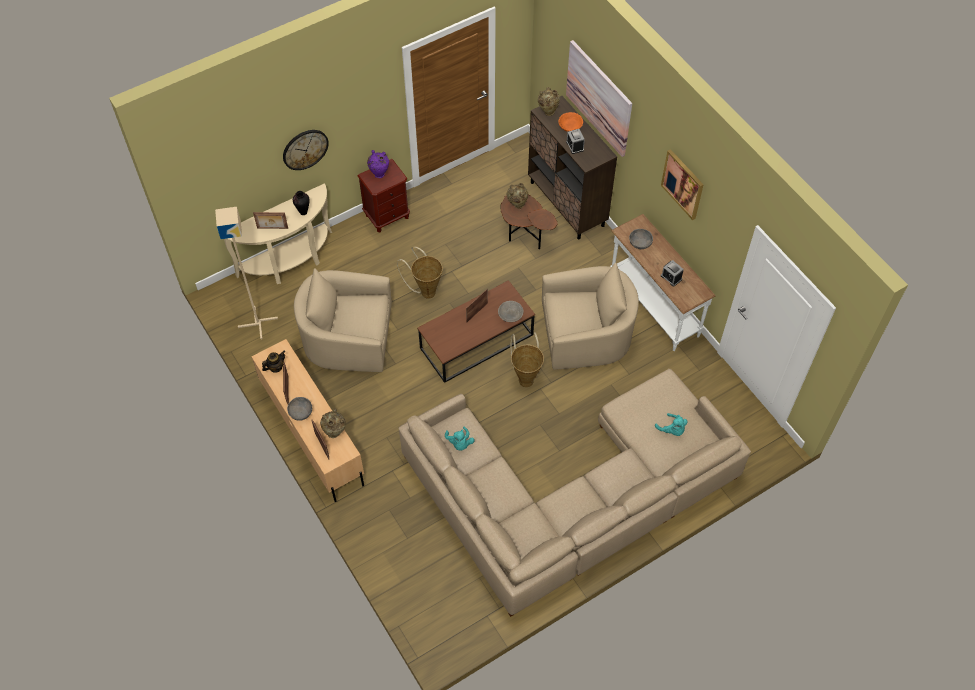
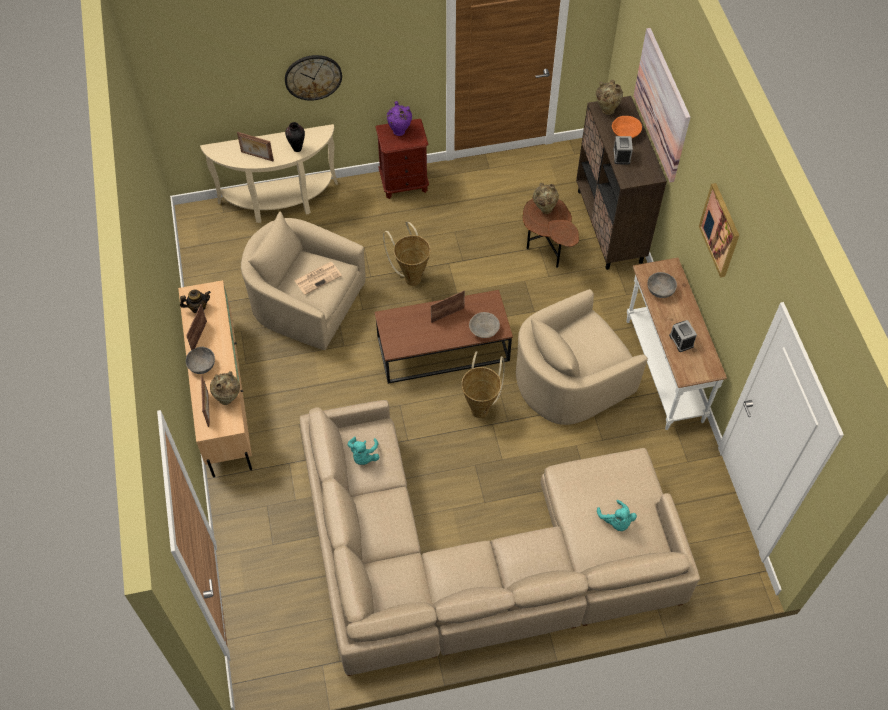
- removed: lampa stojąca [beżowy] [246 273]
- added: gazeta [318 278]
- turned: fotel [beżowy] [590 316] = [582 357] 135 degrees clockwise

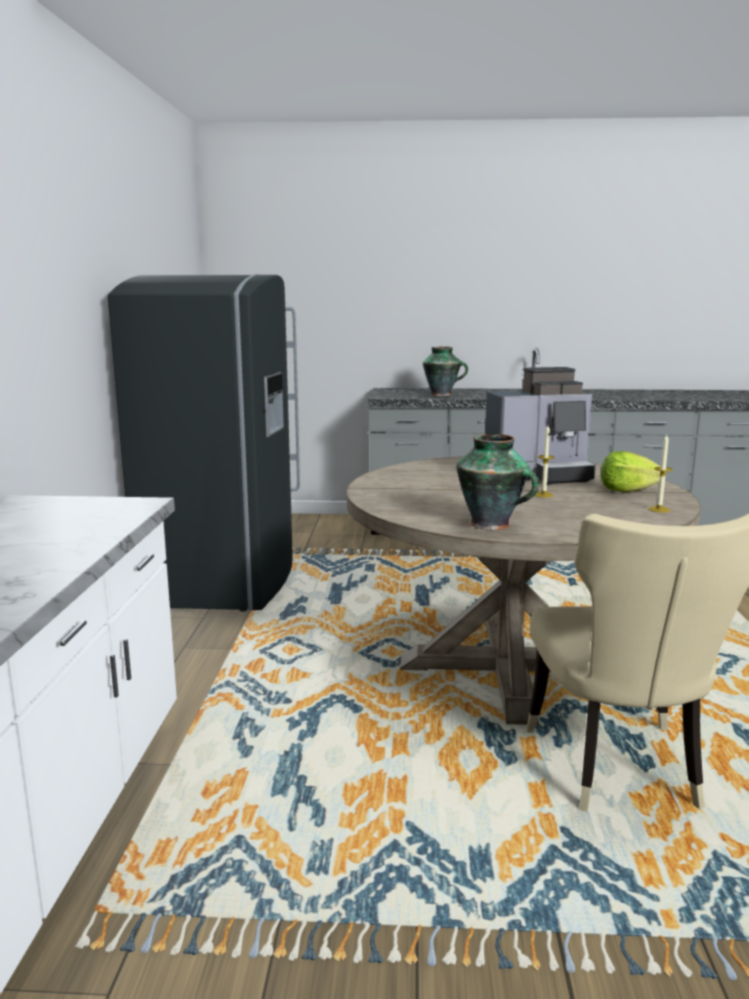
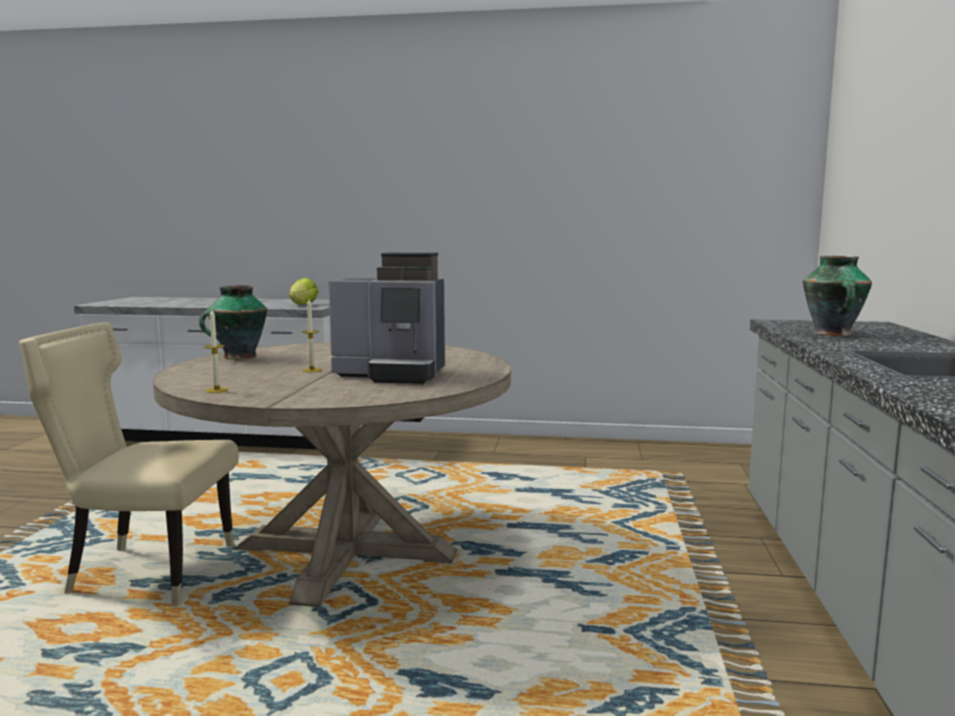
- removed: lodówka [szary] [204 443]
- moved: sałata [631 471] to [304 291]
- turned: ekspres do kawy [540 425] = [386 318] 75 degrees counterclockwise

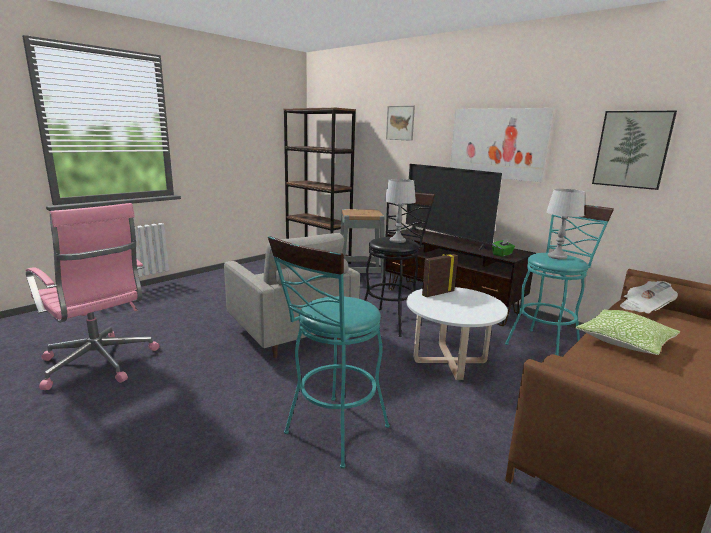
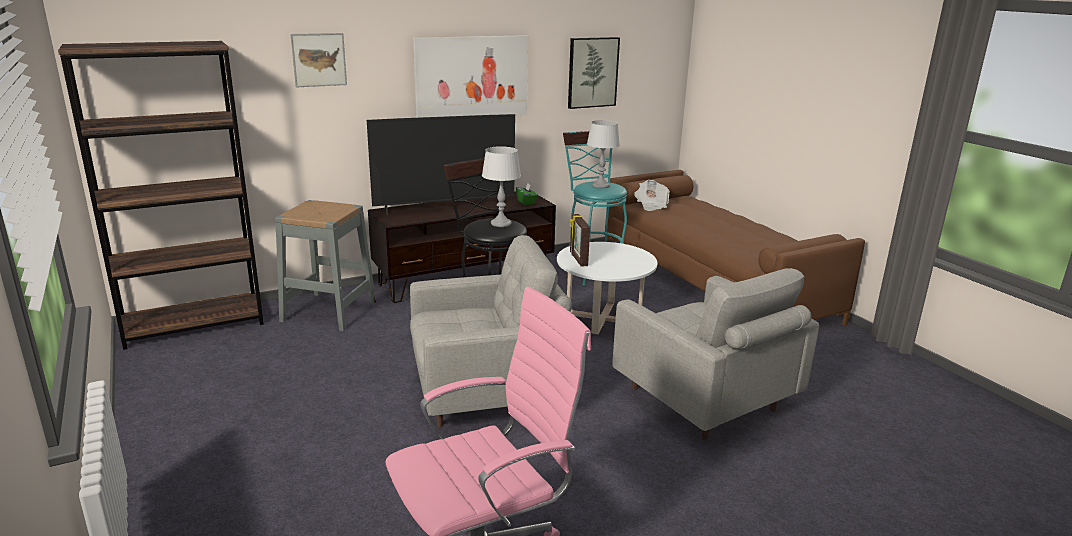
- removed: poduszka [628 332]
- replaced: stołek [turkusowy] [329 352] to fotel [szary] [715 354]

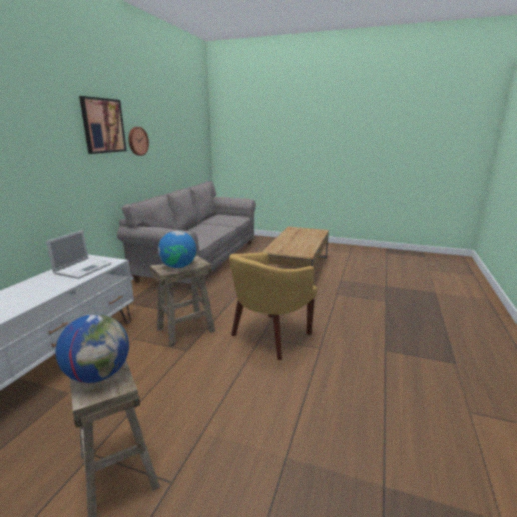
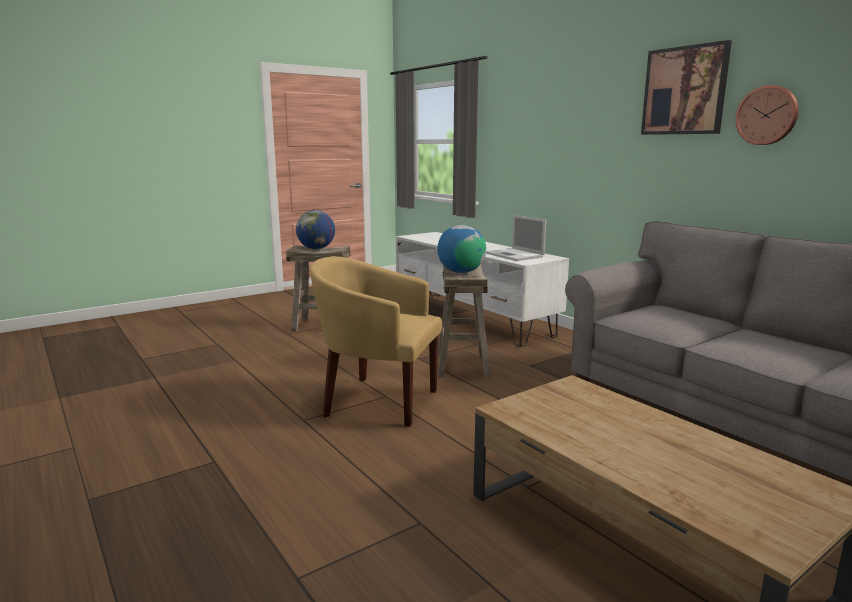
- turned: fotel [żółty] [273 306] = [376 341] 60 degrees counterclockwise

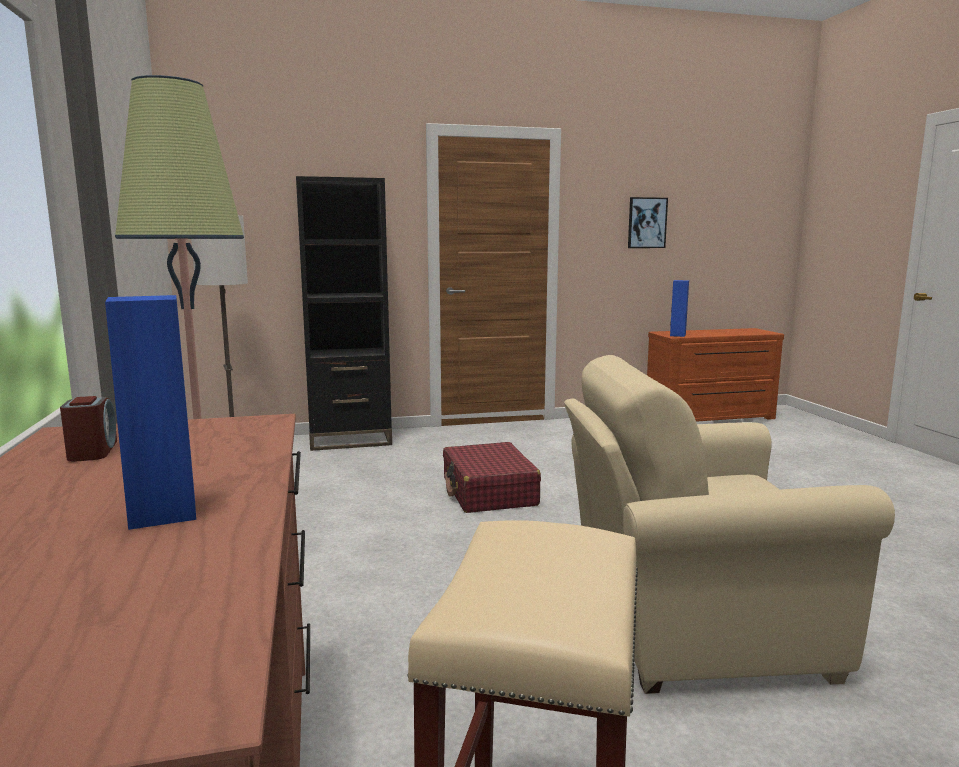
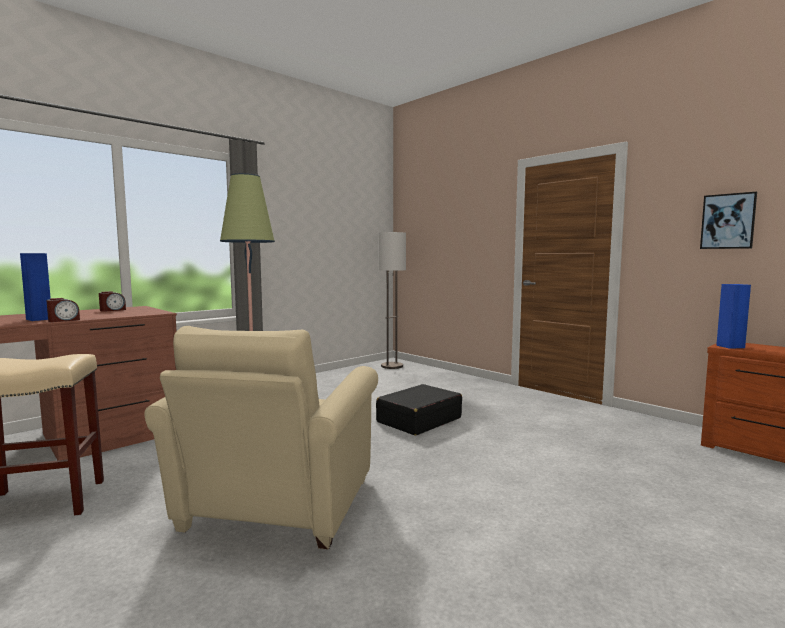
- removed: regał [czarny] [344 313]
- added: budzik [63 310]
- recoloured: walizka [czerwony] [492 477] to walizka [czarny] [419 410]
- turned: fotel [beżowy] [729 524] = [261 438] 135 degrees counterclockwise

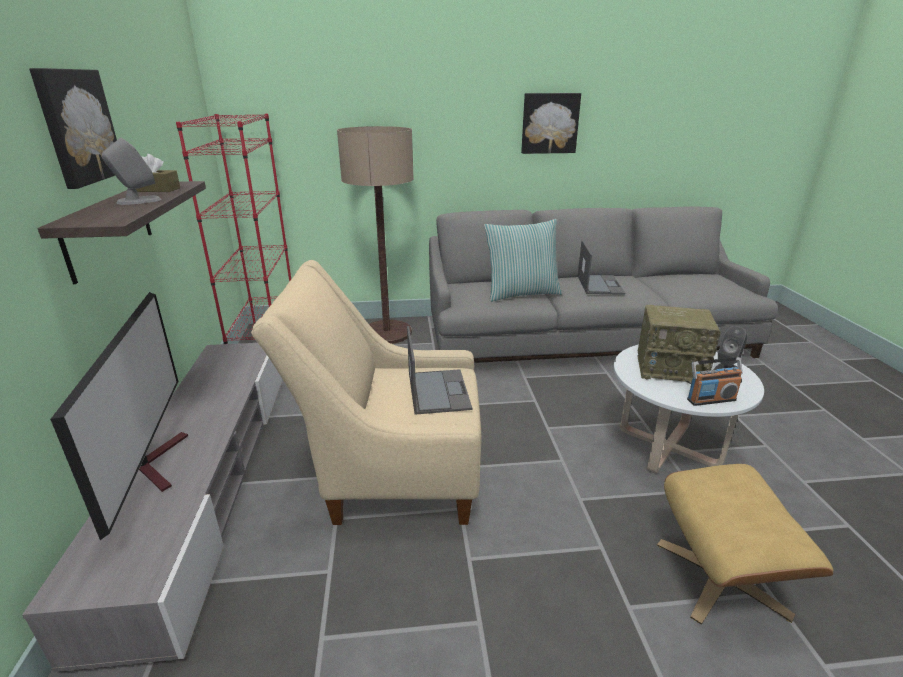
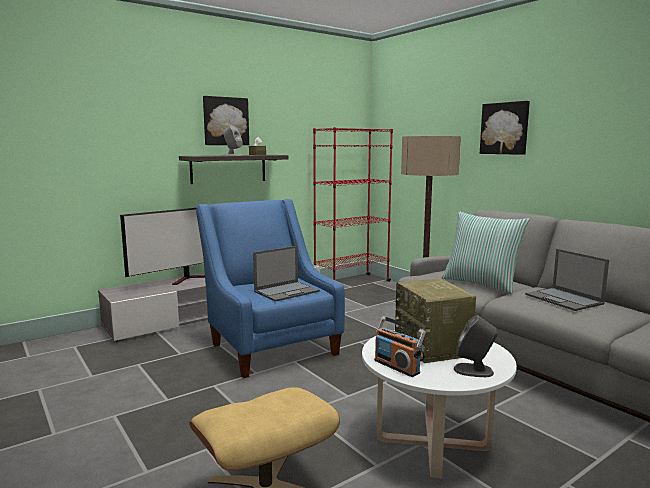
- moved: obraz [551 123] to [505 128]
- recoloured: fotel [beżowy] [366 392] to fotel [niebieski] [270 288]
- turned: laptop [601 267] = [567 280] 90 degrees clockwise

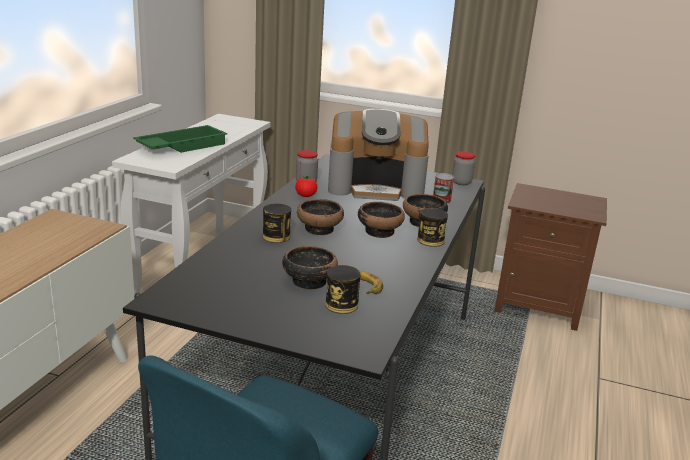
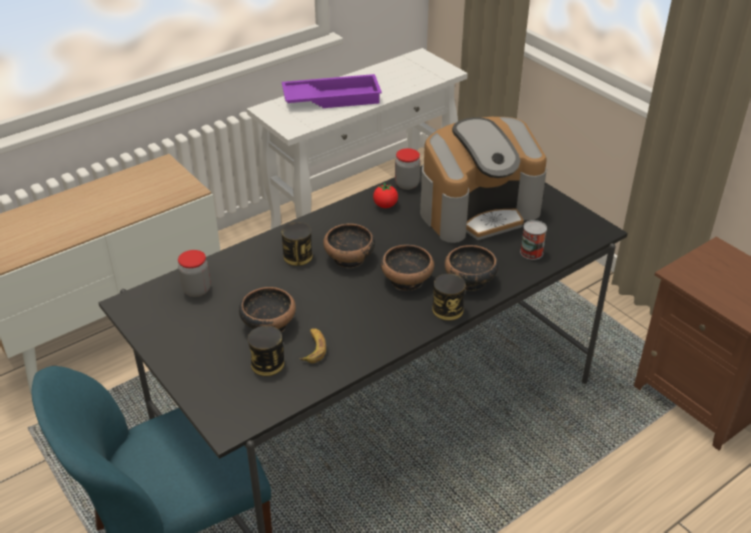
- moved: słoik [463 168] to [194 273]
- recoloured: taca [zielony] [180 139] to taca [fioletowy] [332 91]
- turned: ekspres do kawy [378 155] = [483 180] 60 degrees counterclockwise

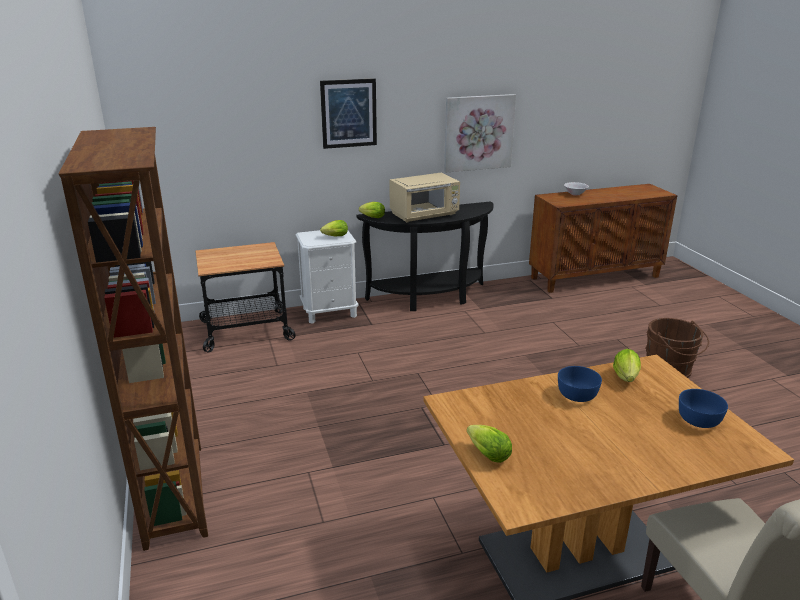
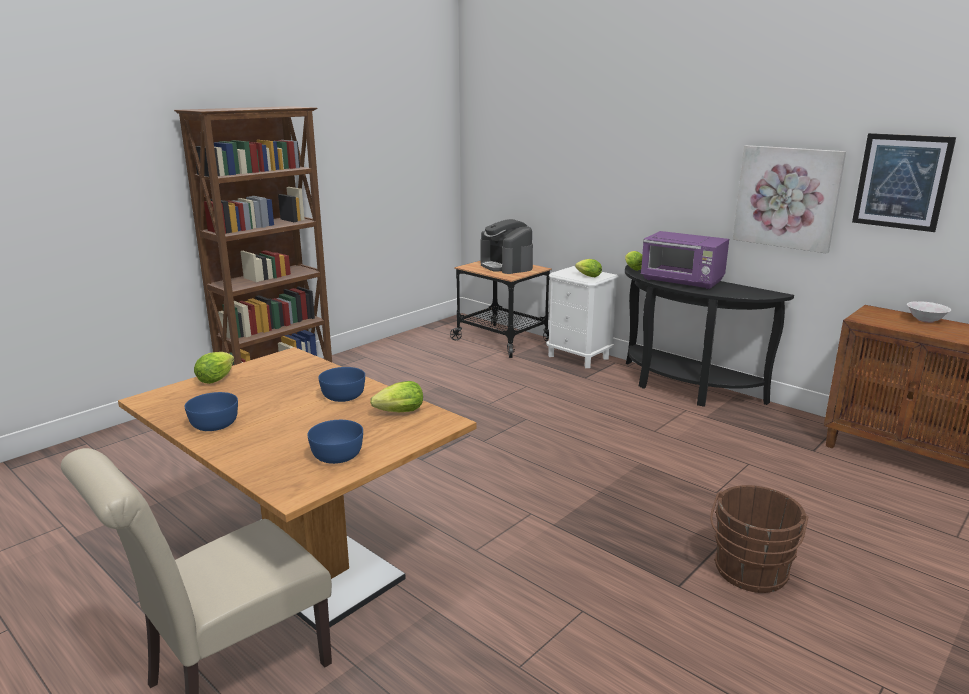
- added: miska [niebieski] [211 411]
- added: ekspres do kawy [507 246]
- moved: obraz [348 113] to [904 182]
- recoloured: mikrofalówka [beżowy] [425 198] to mikrofalówka [fioletowy] [685 260]

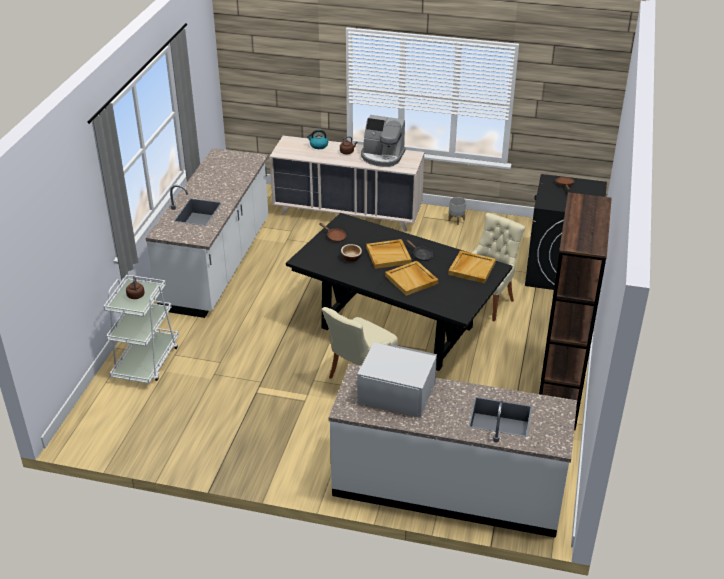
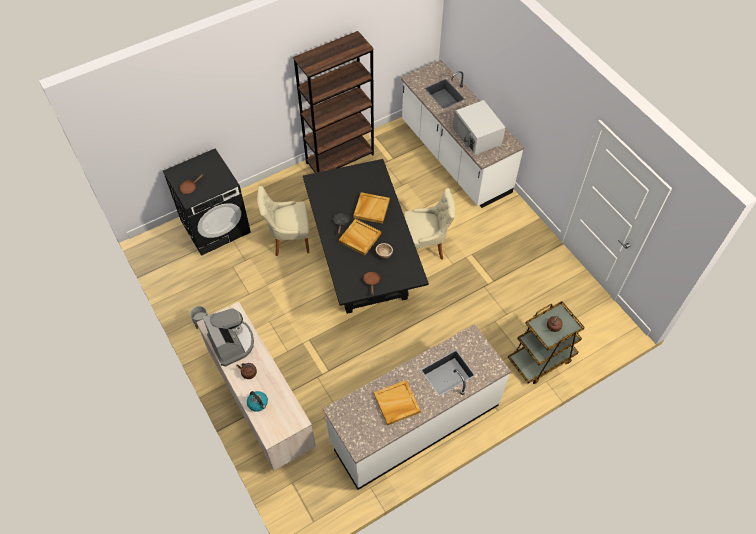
- moved: taca [beżowy] [472 267] to [397 403]
- recoloured: wózek [biały] [141 329] to wózek [brązowy] [546 342]

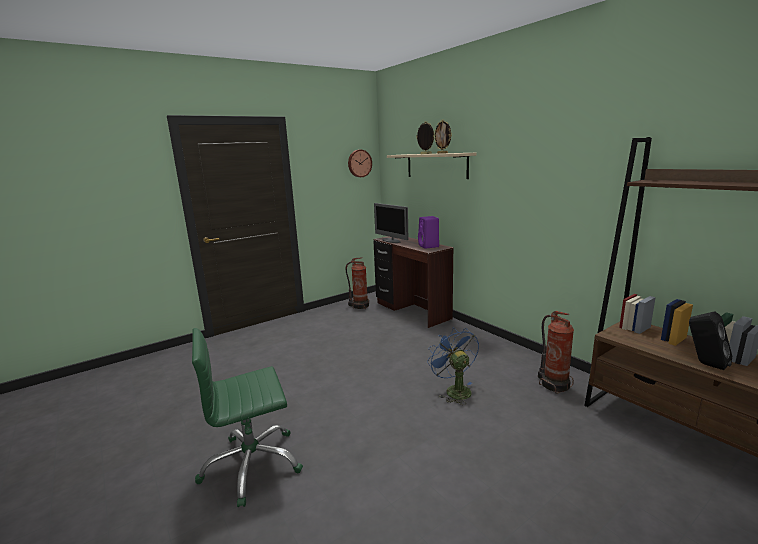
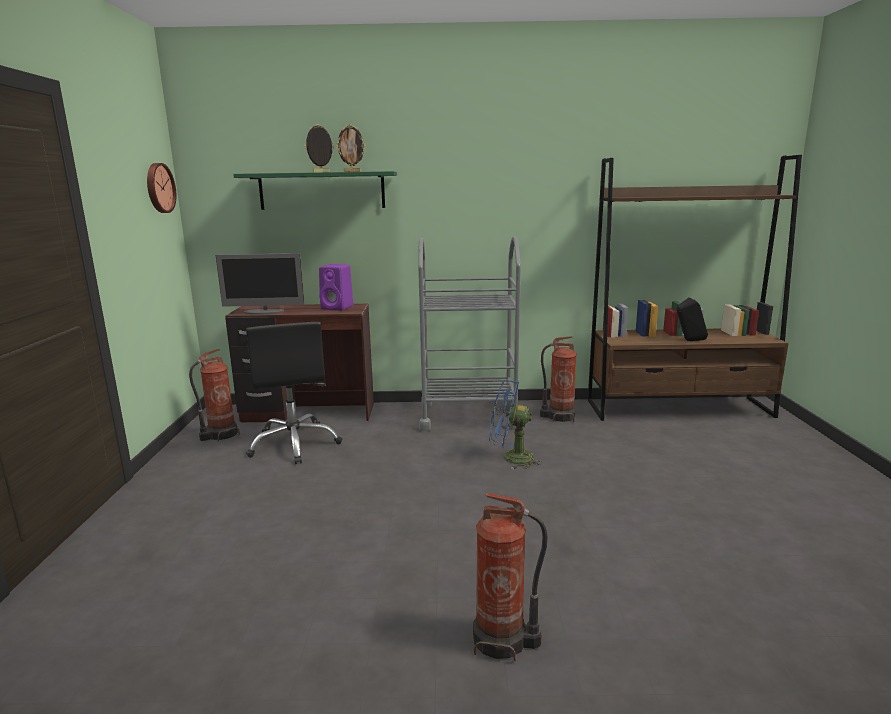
- added: krzesło biurowe [czarny] [294 393]
- added: wózek [szary] [469 333]
- replaced: krzesło biurowe [zielony] [247 417] to gaśnica [510 577]
- recoloured: półka [beżowy] [432 166] to półka [zielony] [315 190]

